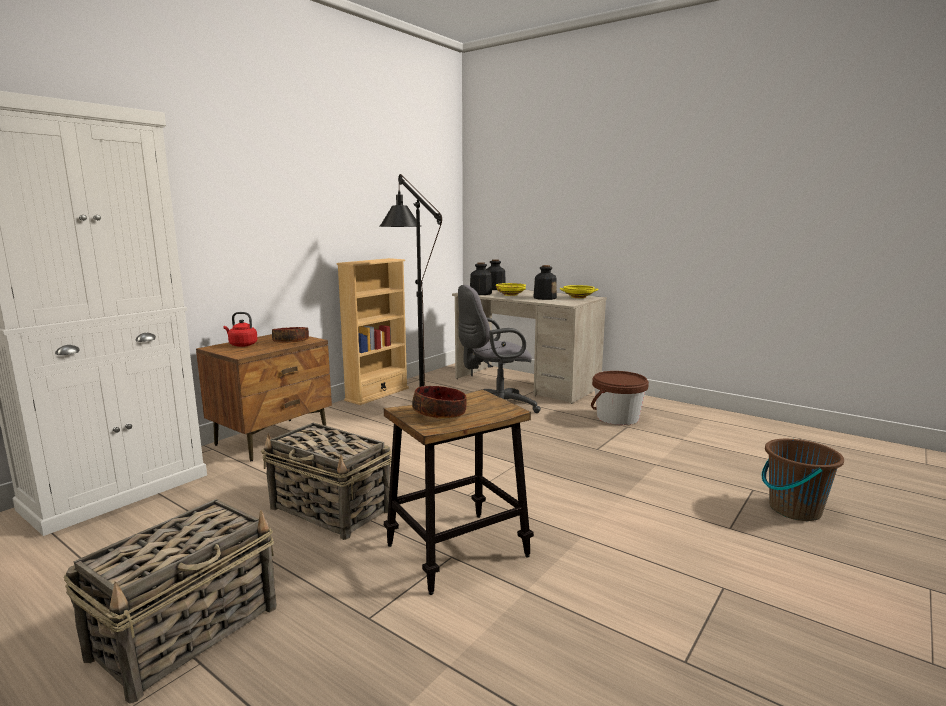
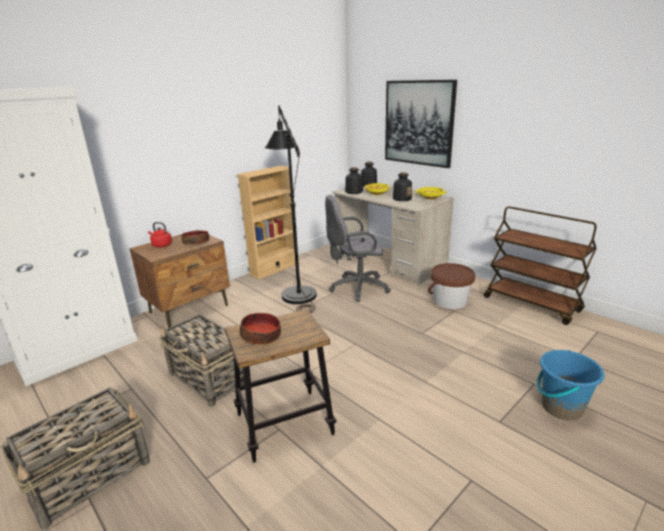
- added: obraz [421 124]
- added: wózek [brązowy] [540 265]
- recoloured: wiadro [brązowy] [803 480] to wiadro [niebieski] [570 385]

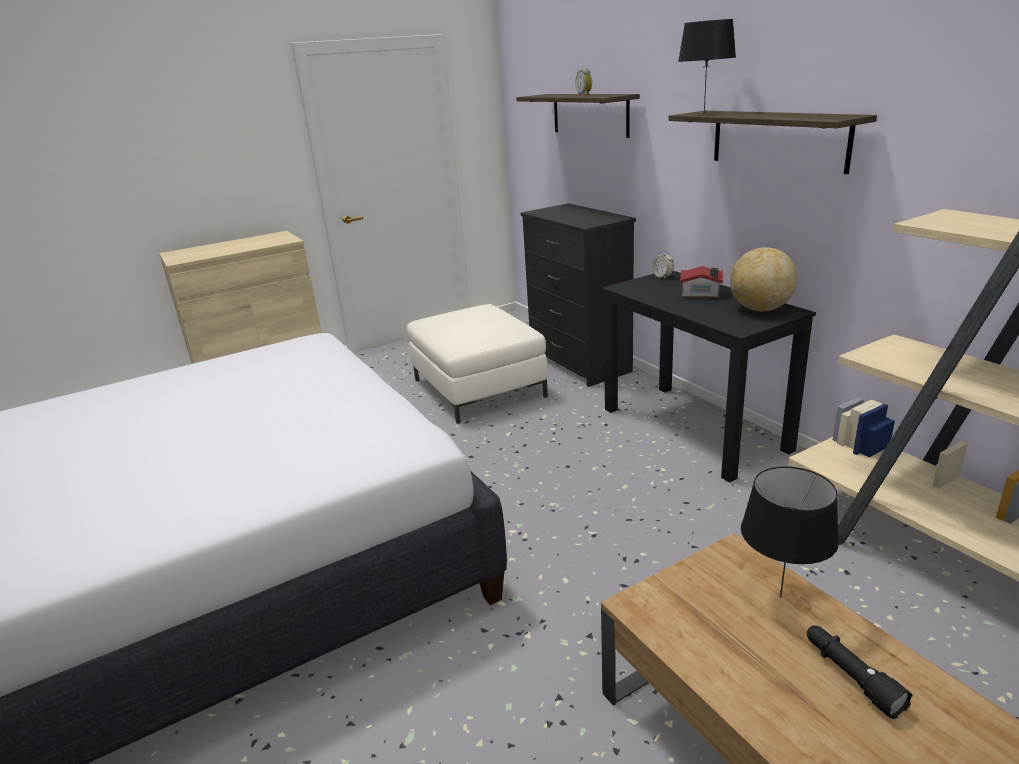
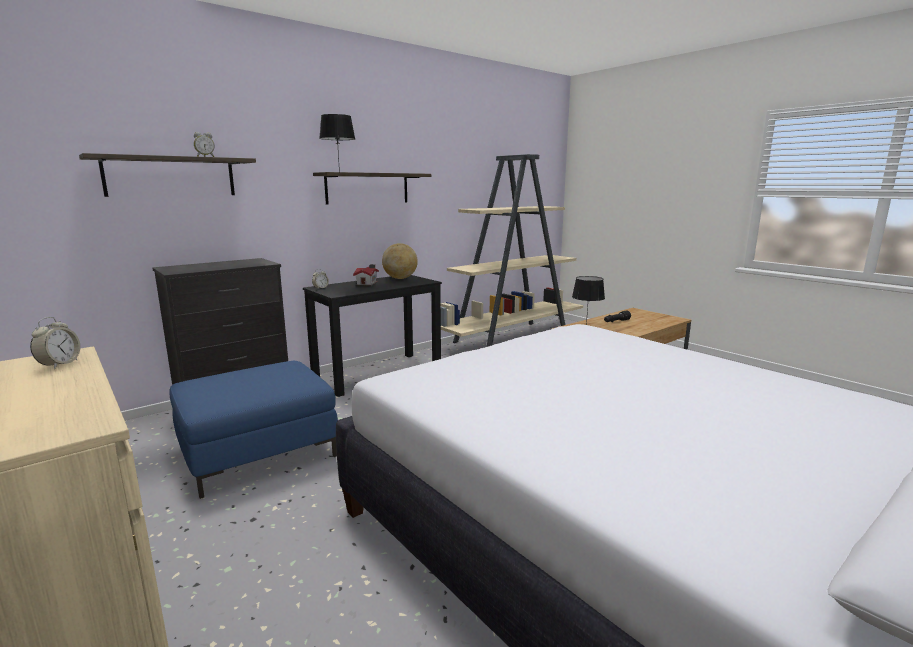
- added: budzik [55 343]
- recoloured: pufa [biały] [477 364] to pufa [niebieski] [253 430]

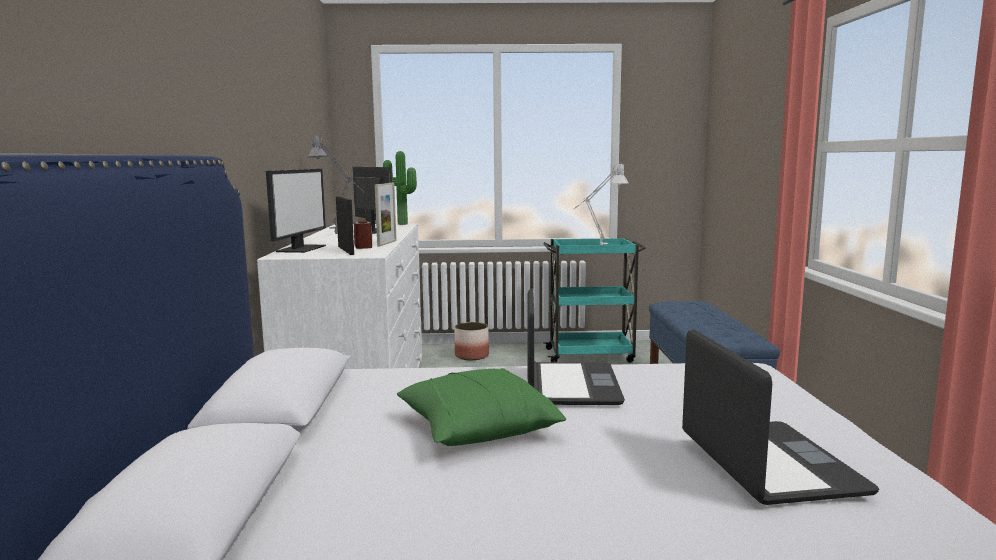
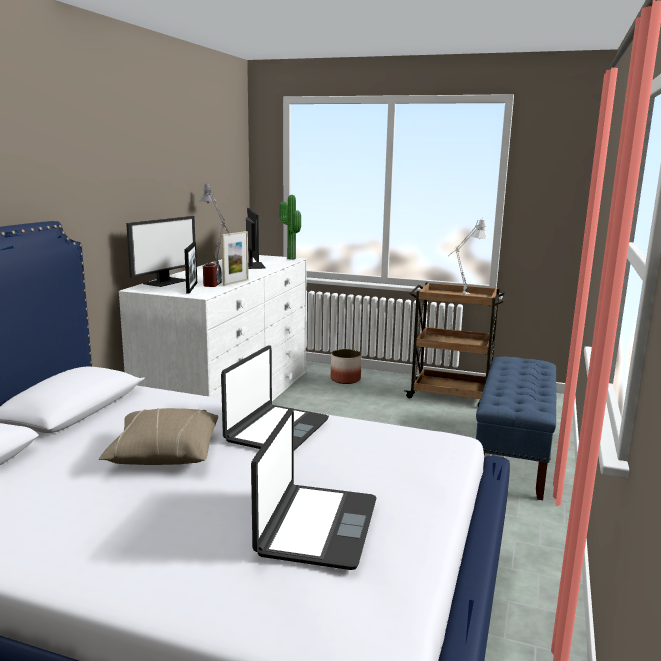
- recoloured: poduszka [zielony] [481 407] to poduszka [beżowy] [158 436]
- recoloured: wózek [turkusowy] [594 300] to wózek [brązowy] [455 344]

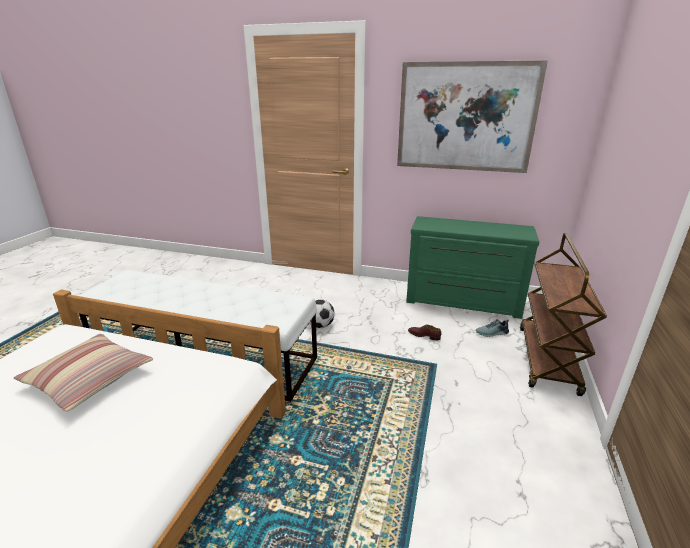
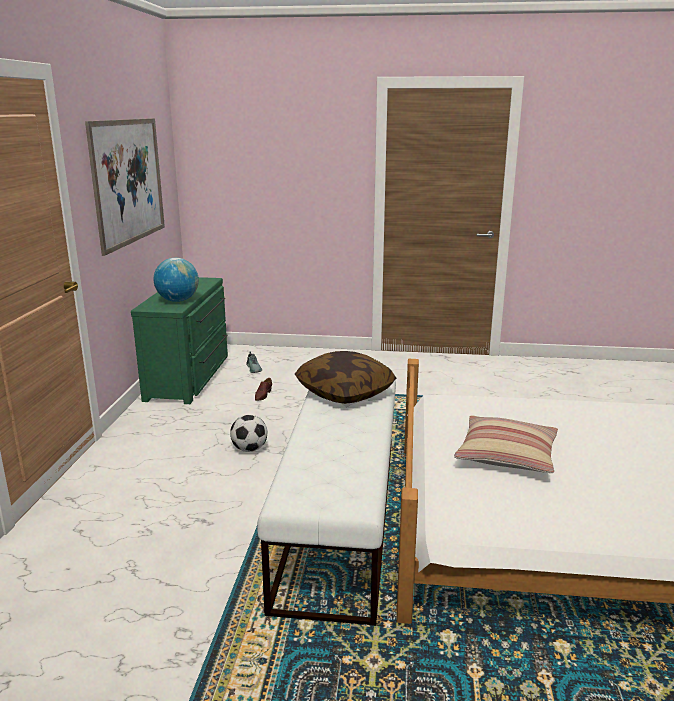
- removed: wózek [brązowy] [563 314]
- added: globus [176 280]
- added: poduszka [345 377]

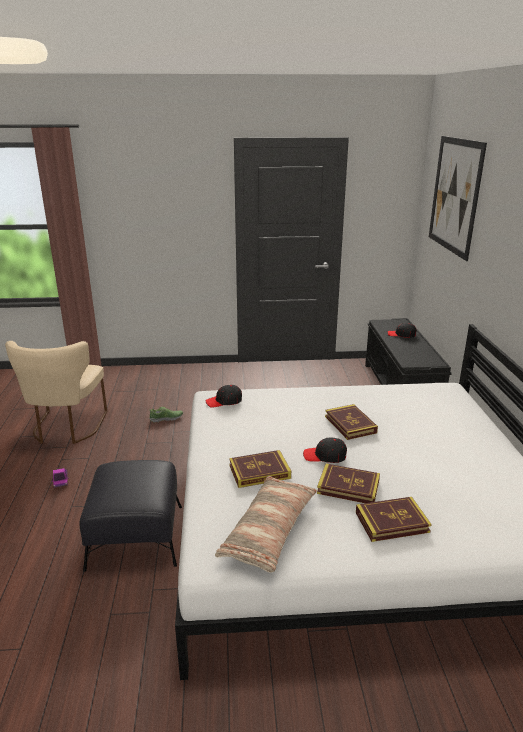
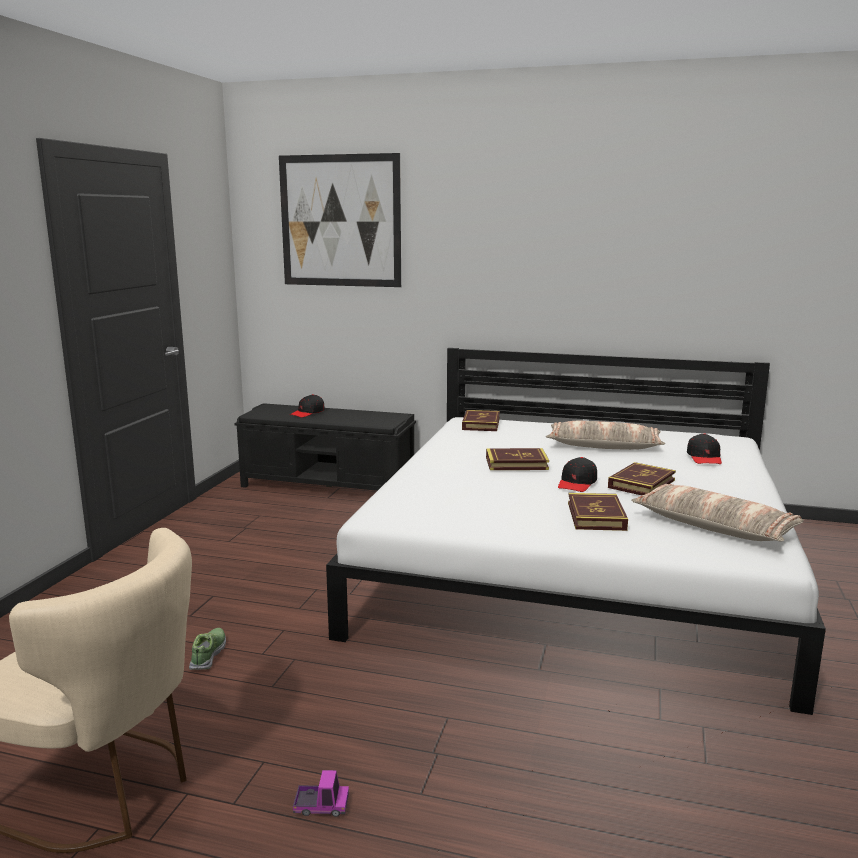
- removed: pufa [czarny] [130 516]
- added: poduszka [605 435]
- moved: czapka z daszkiem [czarny] [224 396] to [704 448]
- moved: książka [394 519] to [481 420]

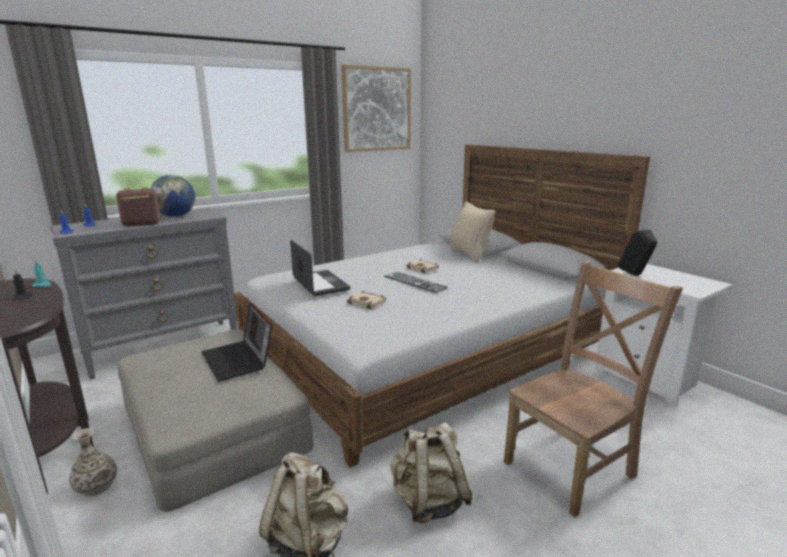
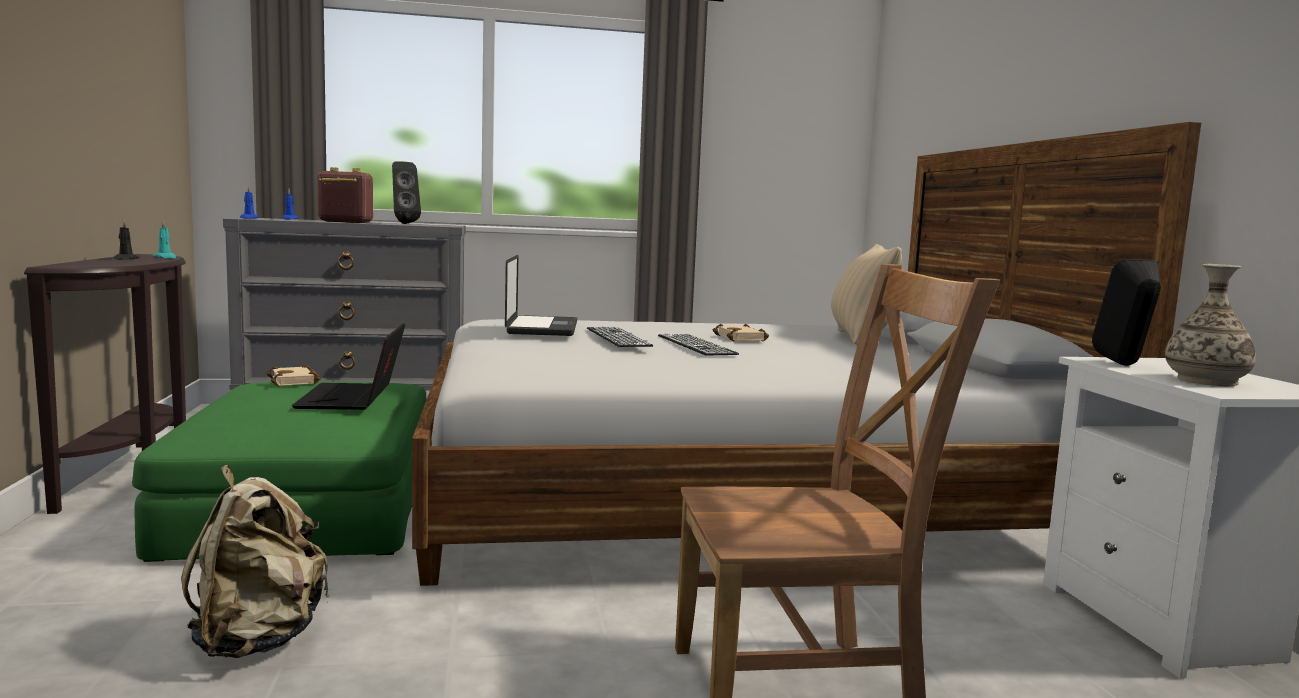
- removed: obraz [376 108]
- removed: plecak [beżowy] [432 473]
- added: klawiatura [620 337]
- moved: wazon [93 462] to [1210 325]
- moved: książka [beżowy] [366 300] to [293 375]
- replaced: globus [173 196] to głośnik [czarny] [406 192]
- recoloured: pufa [beżowy] [216 420] to pufa [zielony] [279 471]

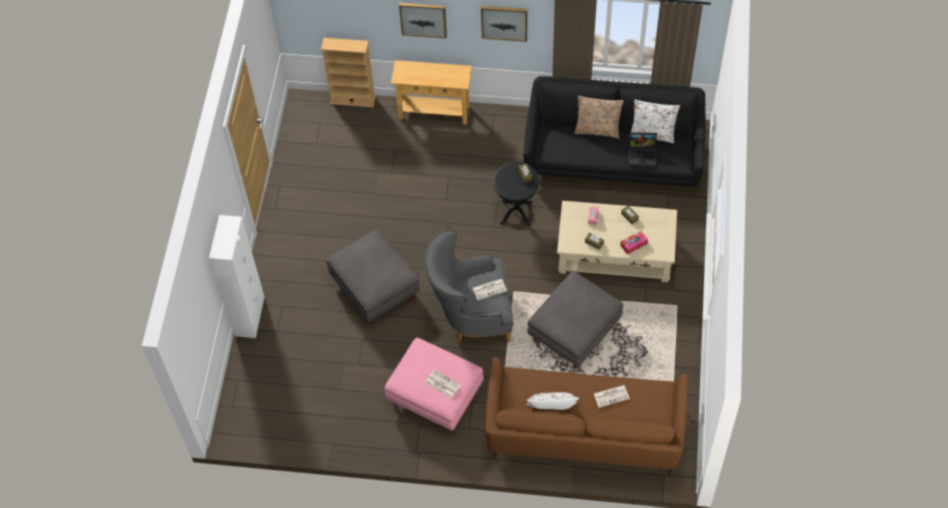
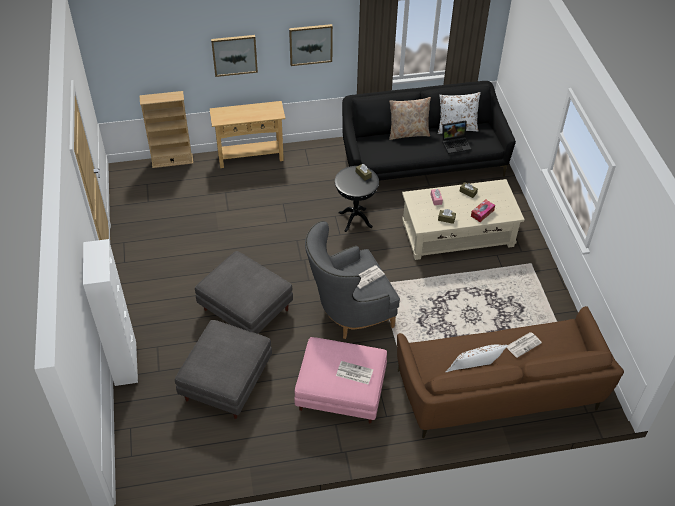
- moved: pufa [szary] [575 320] to [223 369]

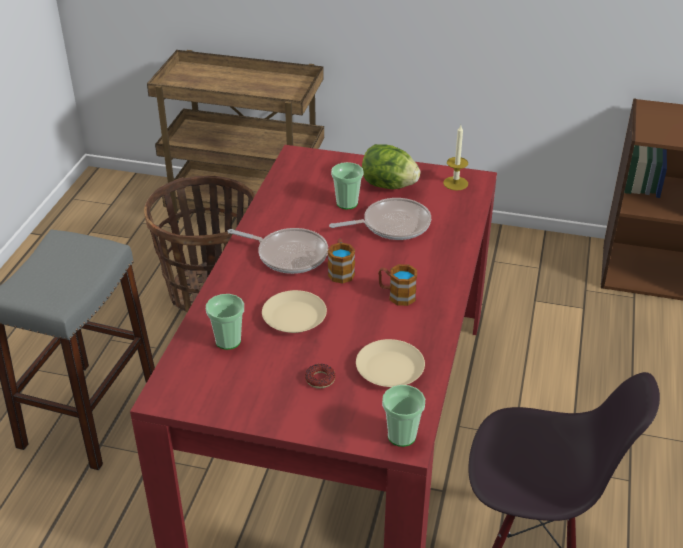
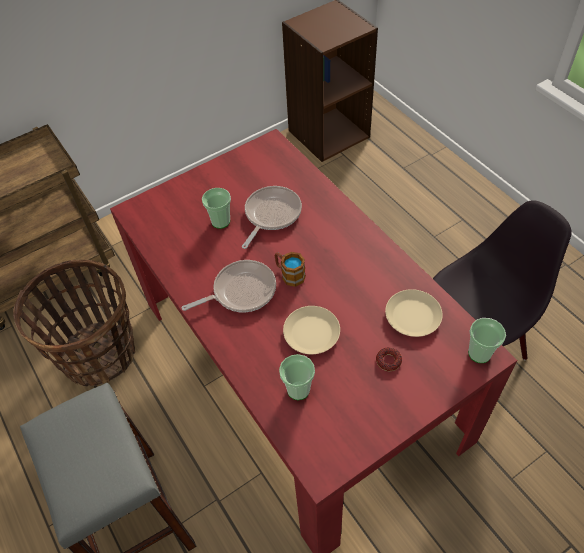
- removed: sałata [391 166]
- removed: kubek [397 285]
- removed: świeca [455 158]

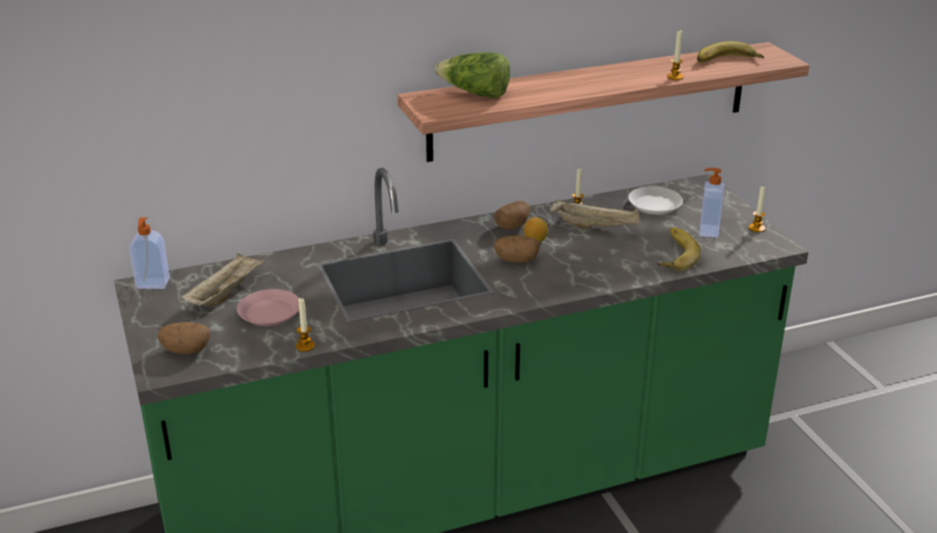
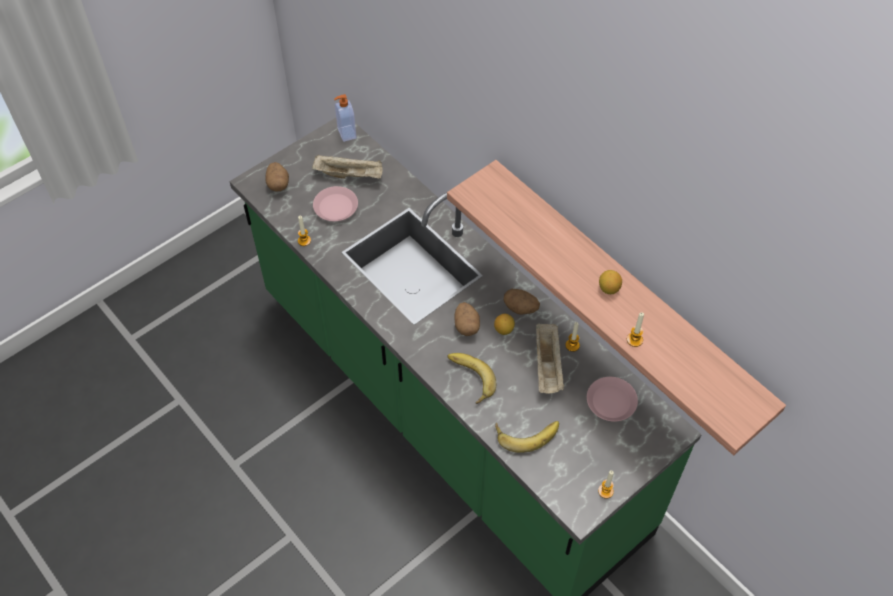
- removed: sałata [472 75]
- removed: dozownik mydła [712 203]
- added: cytryna [610 282]
- moved: banan [730 52] to [471 378]
- recoloured: talerz [biały] [655 200] to talerz [różowy] [612 399]

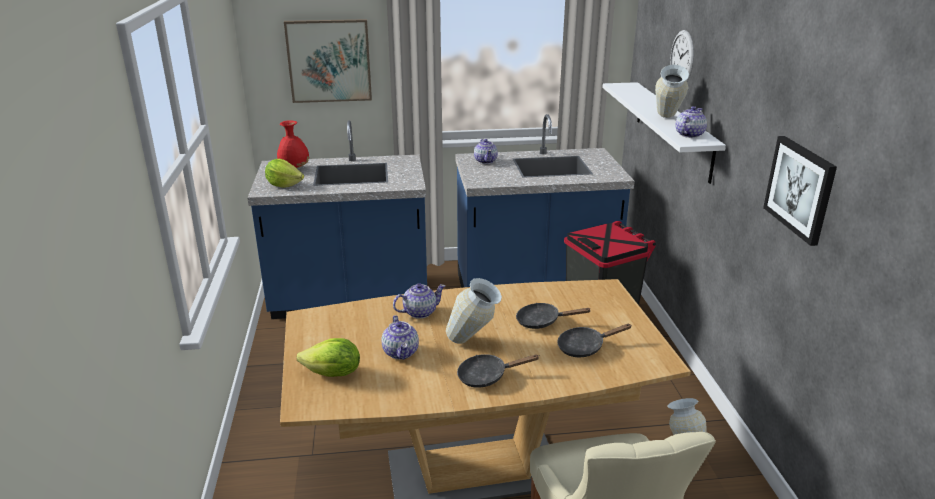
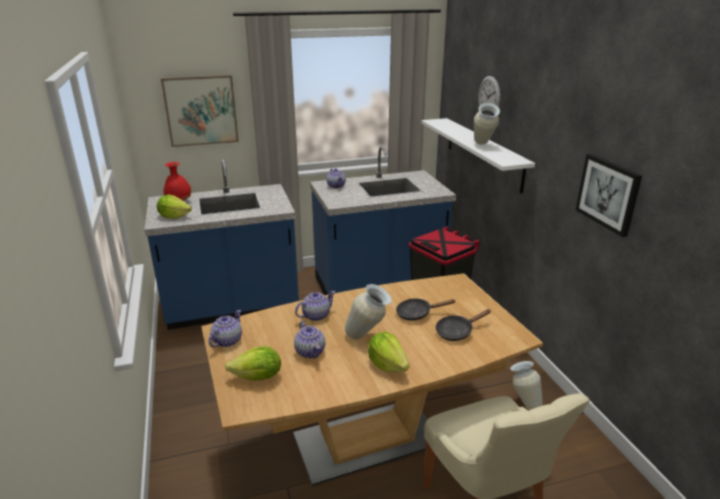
- moved: imbryk [691 122] to [225 328]
- replaced: patelnia [czarny] [498 371] to sałata [388 352]

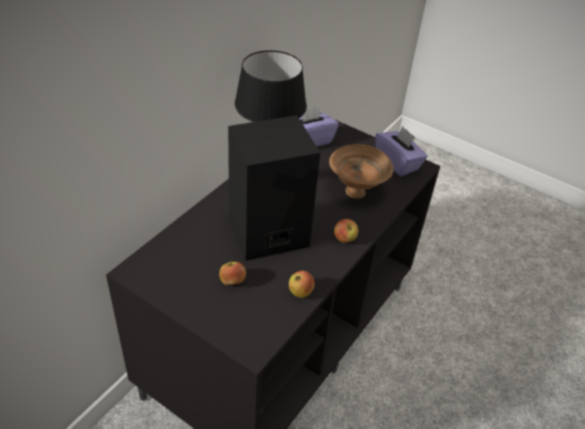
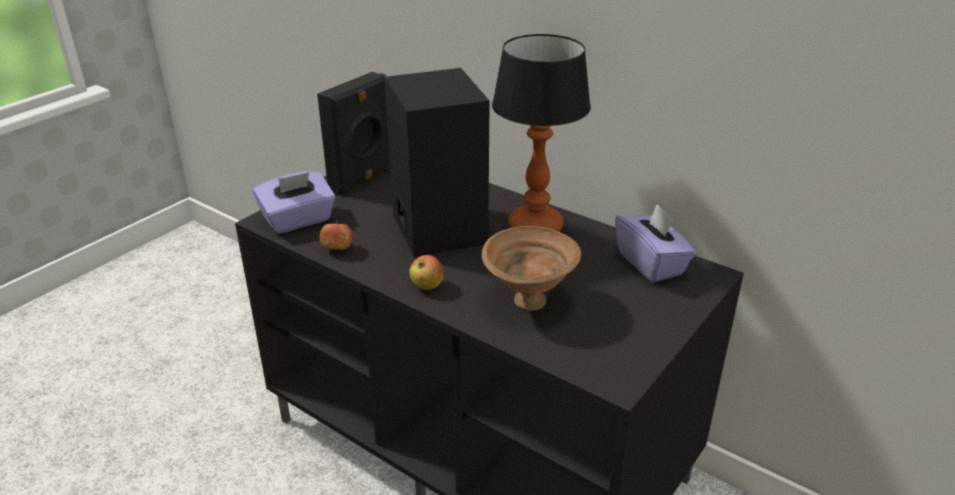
- removed: jabłko [232 273]
- added: głośnik [czarny] [353 134]
- moved: pudełko chusteczek [fioletowy] [401 151] to [294 202]

